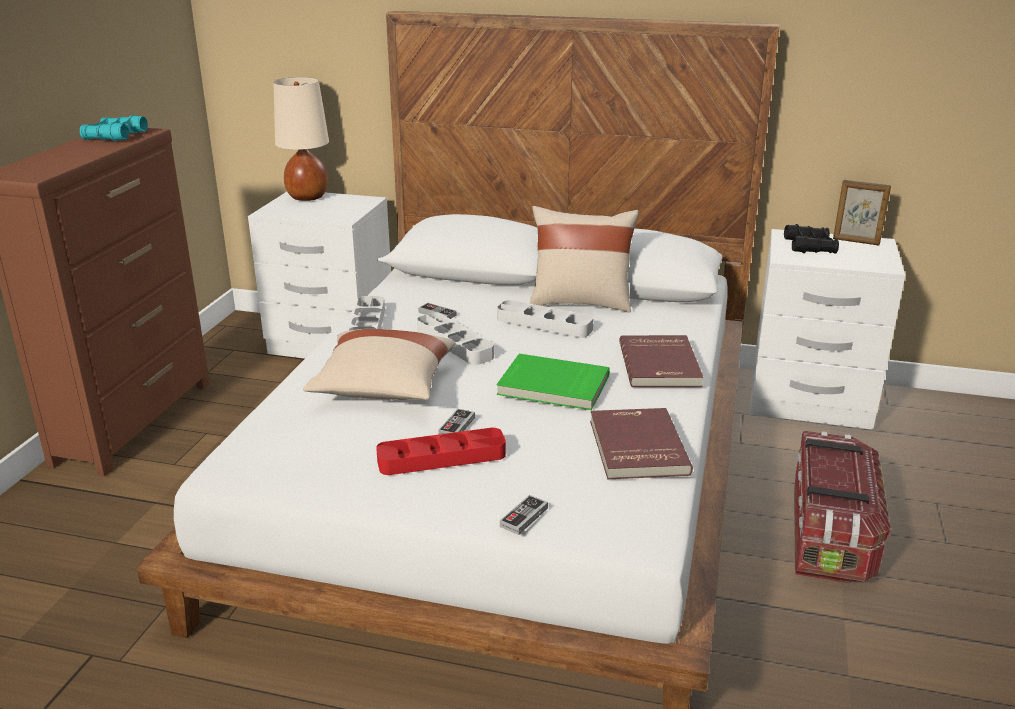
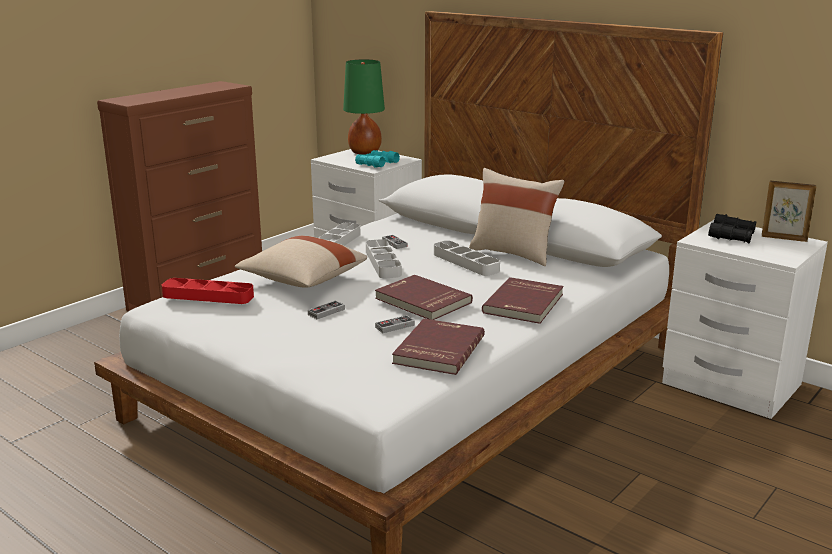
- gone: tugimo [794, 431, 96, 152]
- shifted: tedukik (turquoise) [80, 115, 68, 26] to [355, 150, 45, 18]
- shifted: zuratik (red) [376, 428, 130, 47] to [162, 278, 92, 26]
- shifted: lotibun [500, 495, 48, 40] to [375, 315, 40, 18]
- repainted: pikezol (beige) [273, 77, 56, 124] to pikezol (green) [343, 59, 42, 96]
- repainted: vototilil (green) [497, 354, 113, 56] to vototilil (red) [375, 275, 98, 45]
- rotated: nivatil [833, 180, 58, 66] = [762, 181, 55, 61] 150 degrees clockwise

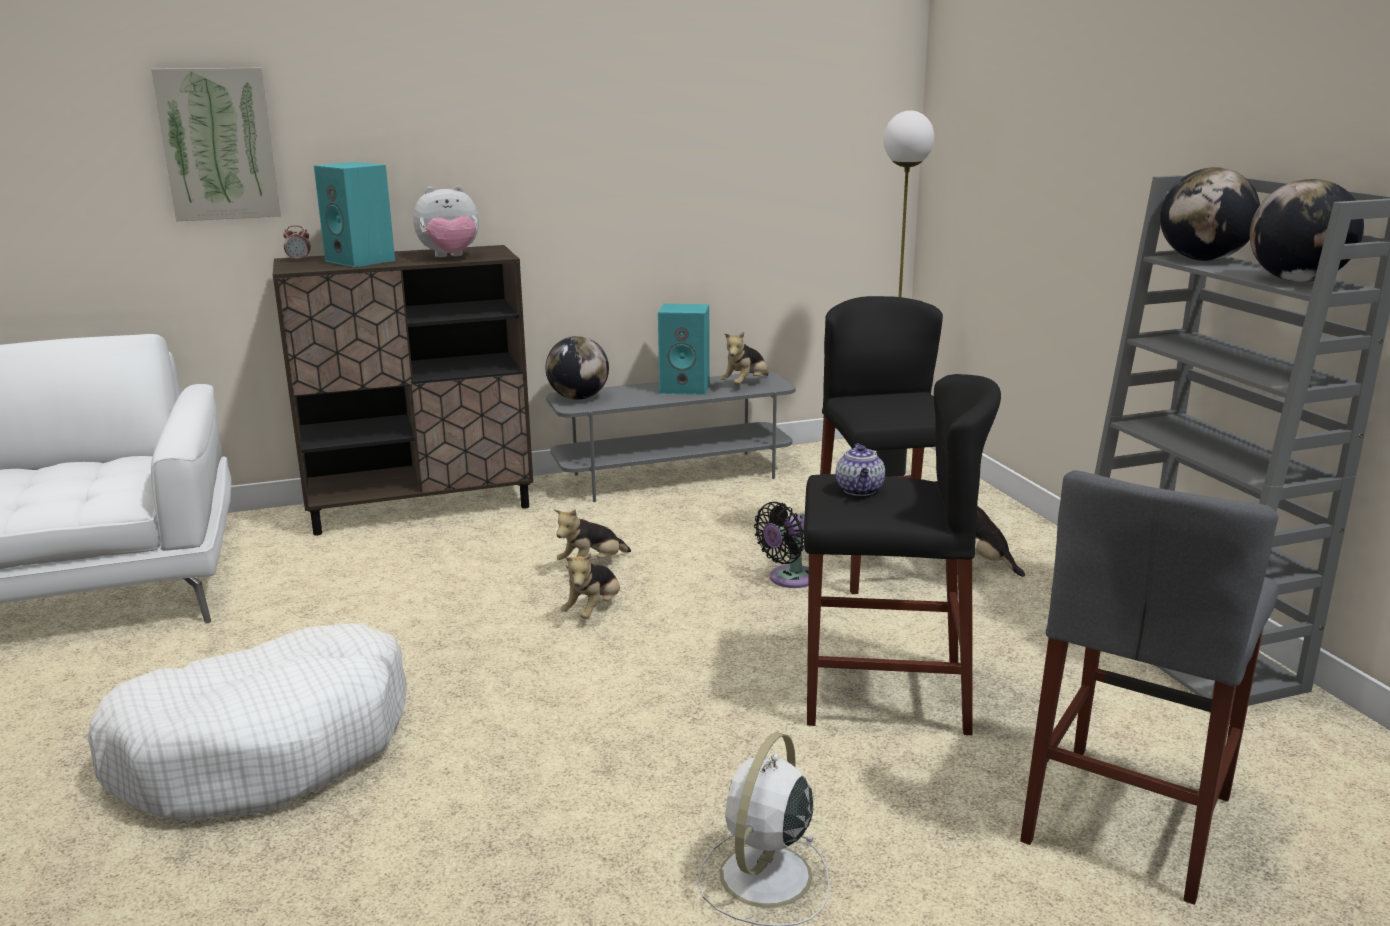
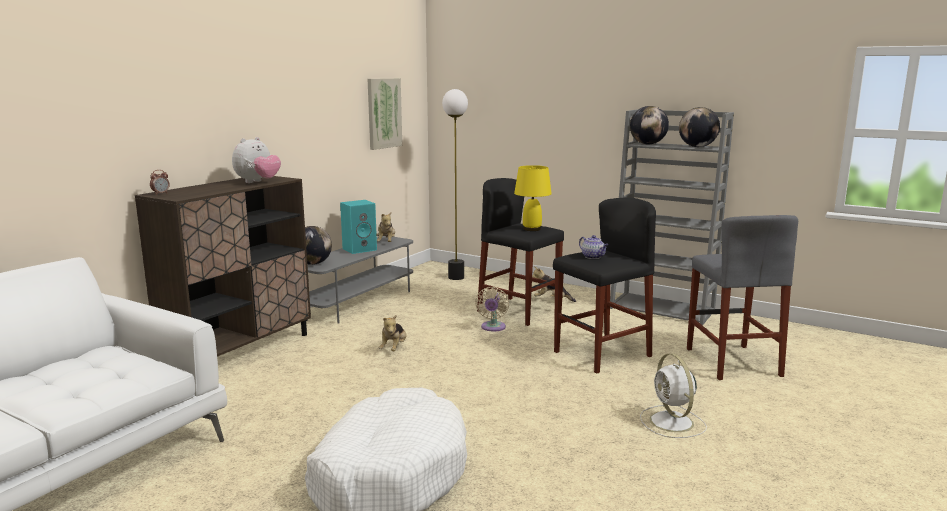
- gone: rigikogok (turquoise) [314, 162, 81, 105]
- gone: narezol [561, 552, 59, 67]
- new: pikezol (yellow) [514, 165, 38, 66]
- shifted: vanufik [151, 68, 130, 153] to [368, 78, 34, 72]
- repainted: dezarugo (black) [754, 502, 55, 86] to dezarugo (beige) [475, 287, 34, 45]

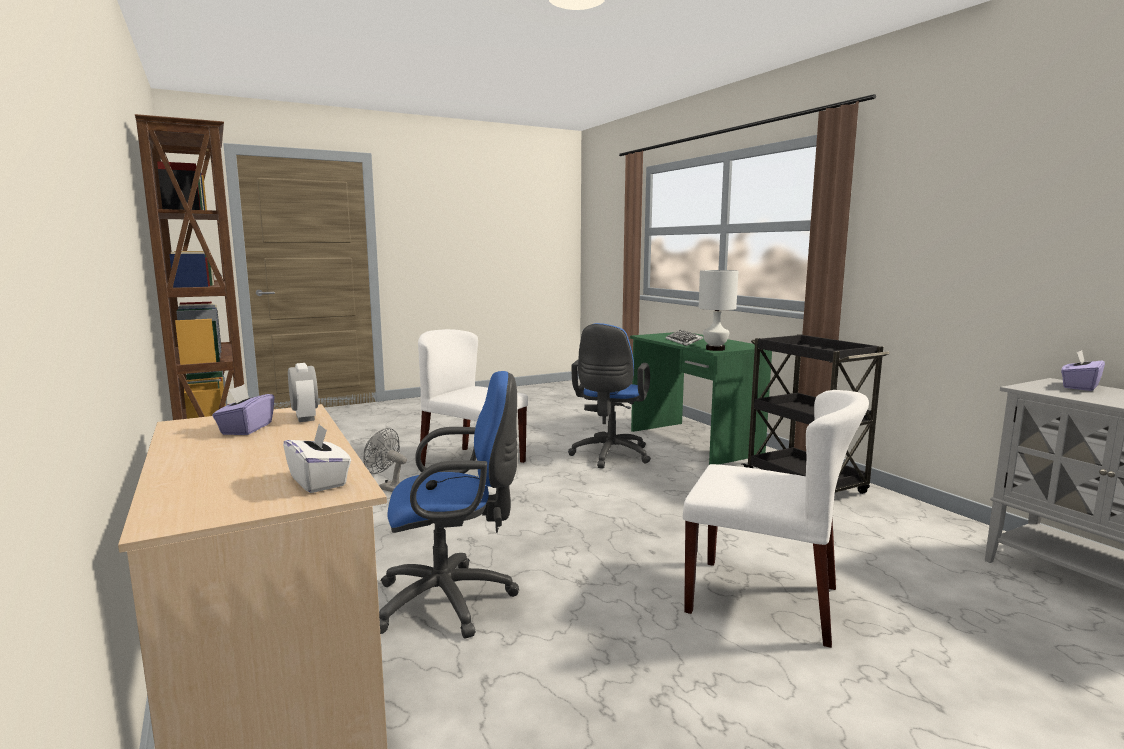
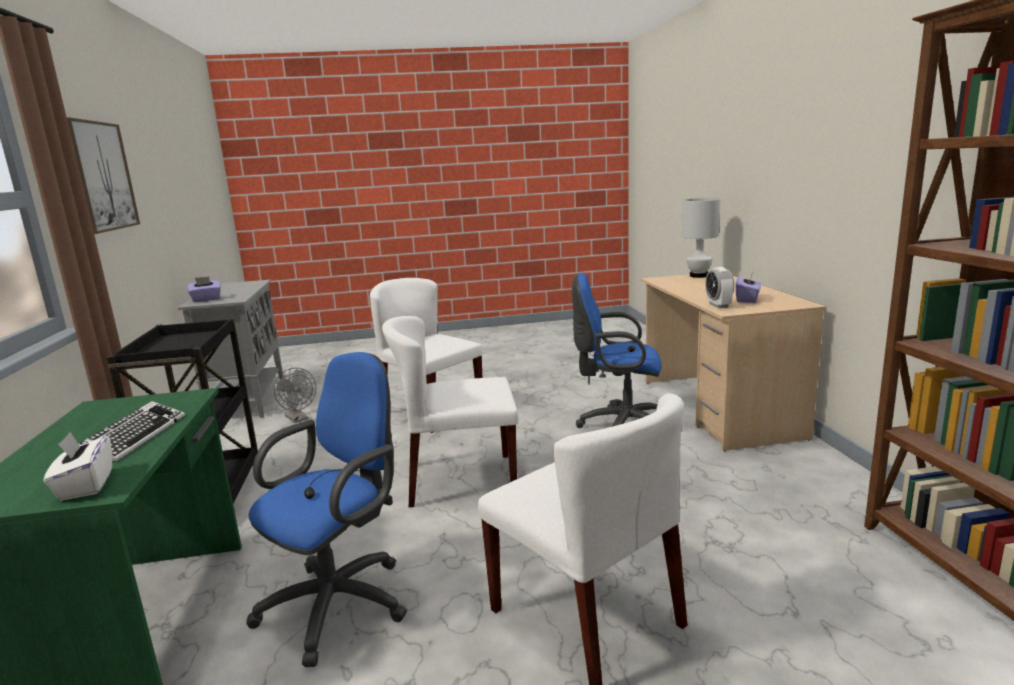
- new: vanufik [67, 117, 73, 117]
- new: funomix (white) [382, 316, 137, 192]
- shifted: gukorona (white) [283, 424, 68, 69] to [43, 432, 69, 69]
- shifted: dezarugo (grey) [364, 428, 43, 64] to [274, 368, 42, 55]
- shifted: pikezol (white) [699, 270, 39, 81] to [682, 198, 39, 80]

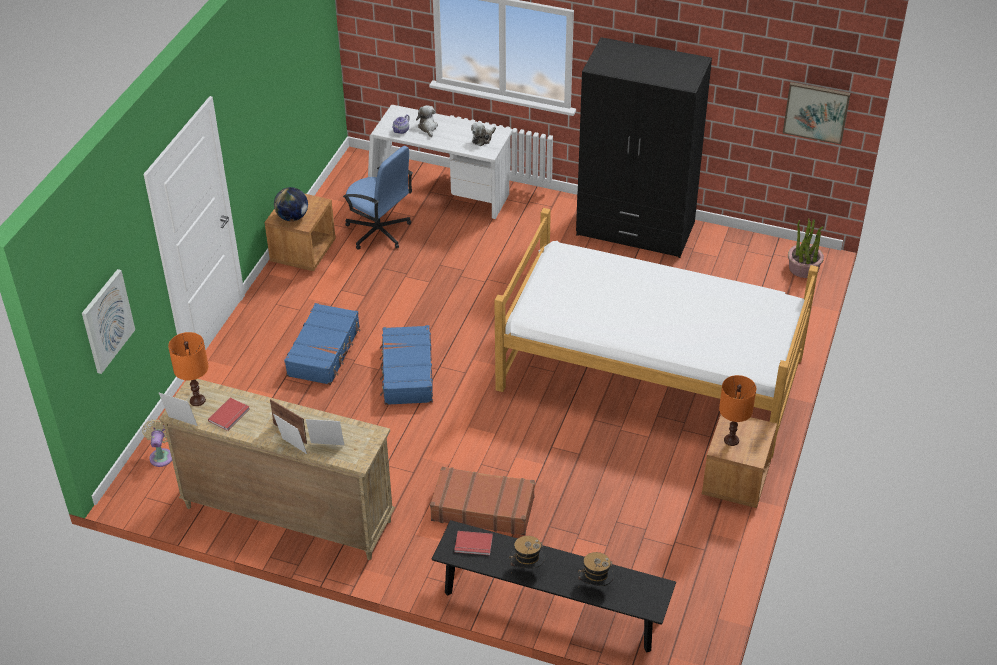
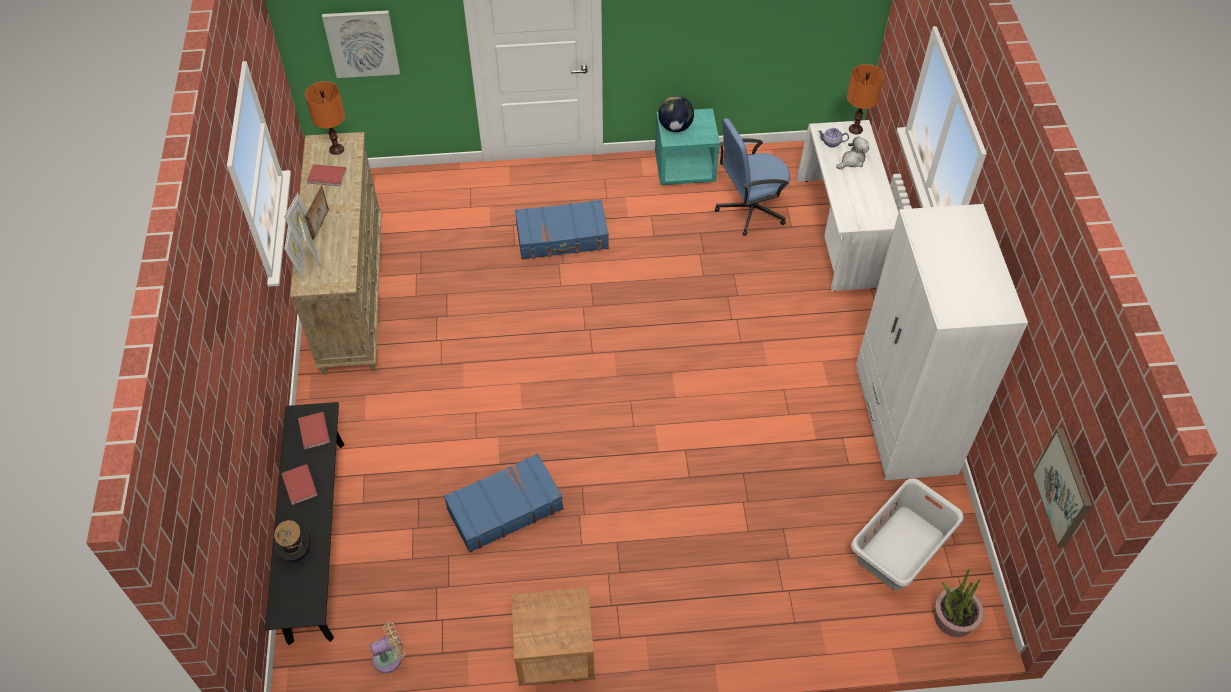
- gone: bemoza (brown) [430, 467, 105, 68]
- gone: narezol [471, 123, 25, 23]
- gone: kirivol [494, 208, 325, 251]
- new: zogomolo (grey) [851, 478, 113, 112]
- shifted: dezarugo (beige) [142, 419, 30, 48] to [370, 622, 35, 51]
- shifted: nivatil [159, 393, 39, 33] to [284, 224, 21, 52]
- shifted: bemoza (blue) [380, 325, 53, 80] to [444, 453, 120, 100]
- shifted: pikezol (orange) [719, 375, 37, 71] to [847, 64, 37, 70]
- swapped: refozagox [509, 536, 36, 32] to vototilil (red) [281, 464, 37, 41]
- repainted: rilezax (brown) [265, 194, 71, 77] to rilezax (turquoise) [655, 108, 65, 77]
- repainted: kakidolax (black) [576, 37, 136, 221] to kakidolax (white) [856, 204, 172, 276]
- rotated: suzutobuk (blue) [343, 146, 70, 104] = [715, 118, 75, 118] 60 degrees clockwise

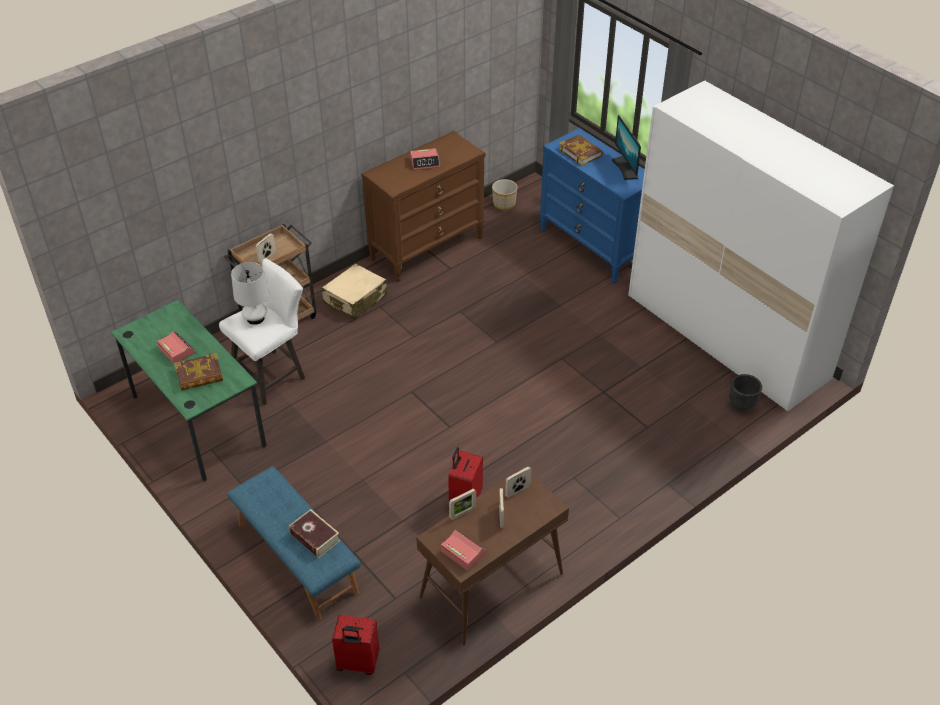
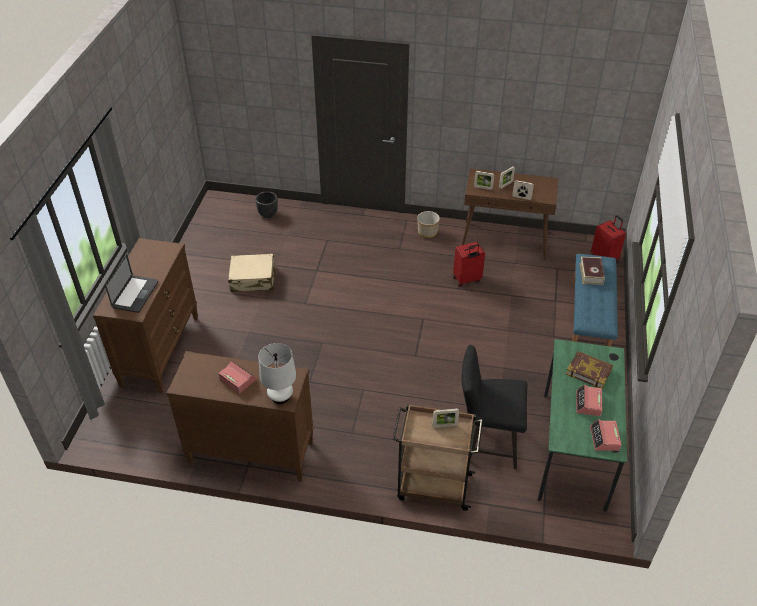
- gone: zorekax [612, 115, 29, 65]
- gone: kakidolax (white) [628, 81, 266, 330]
- shifted: pikezol (white) [231, 262, 38, 63] to [259, 343, 37, 61]
- shifted: bemoza (beige) [322, 264, 65, 55] to [228, 254, 49, 38]
- shifted: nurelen [441, 529, 46, 41] to [590, 419, 32, 32]
- shifted: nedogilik [492, 179, 26, 31] to [417, 211, 23, 27]
- swapped: vototilil [559, 135, 44, 31] to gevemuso [105, 255, 53, 58]
- repainted: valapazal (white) [219, 258, 86, 147] to valapazal (black) [461, 345, 67, 124]
- repainted: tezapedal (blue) [539, 128, 106, 156] to tezapedal (brown) [93, 238, 105, 155]

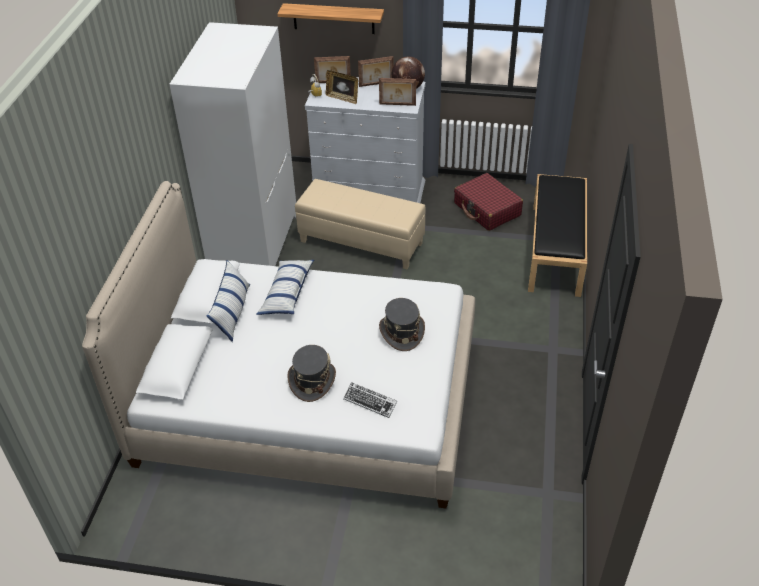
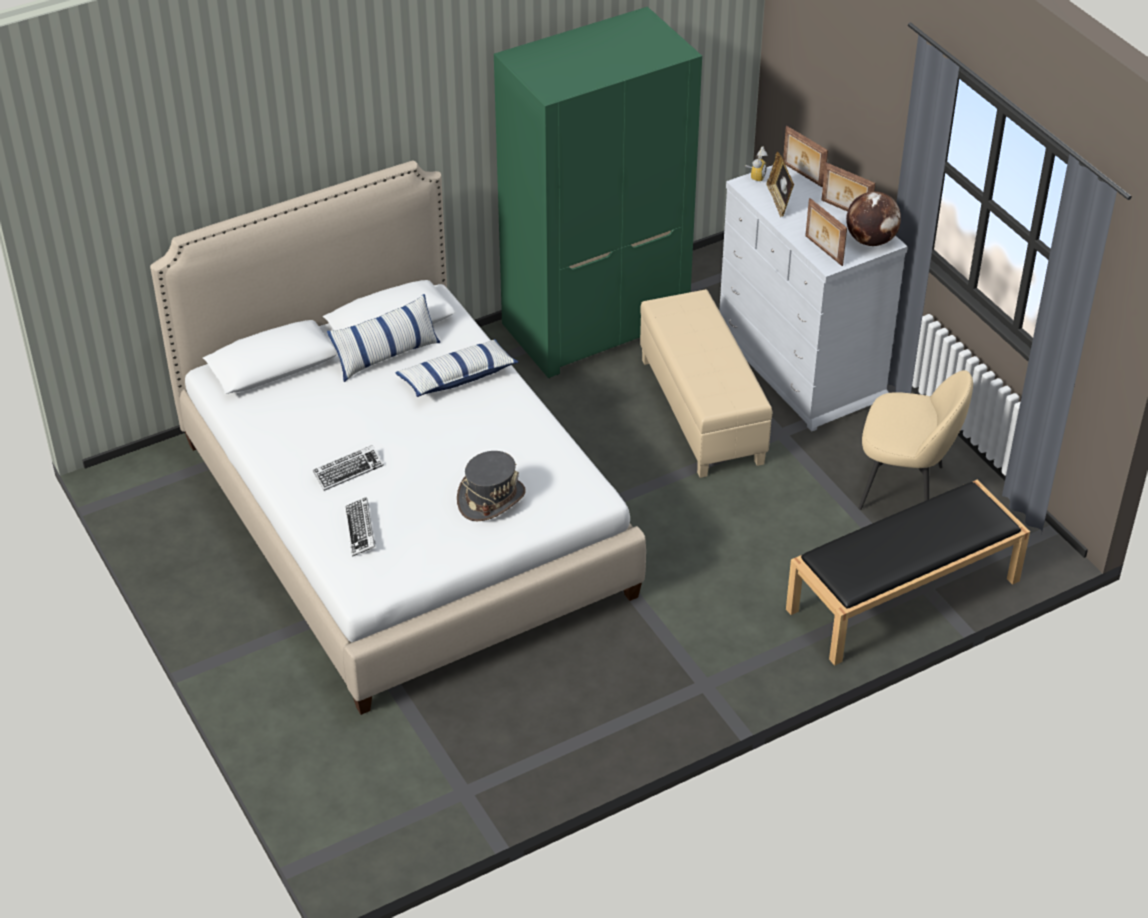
- gone: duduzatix [277, 3, 107, 31]
- swapped: refozagox (grey) [287, 345, 49, 57] to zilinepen [313, 445, 71, 46]
- swapped: bemoza (red) [454, 173, 69, 58] to funomix (beige) [858, 370, 115, 140]
- repainted: kakidolax (white) [169, 22, 127, 244] to kakidolax (green) [494, 7, 208, 371]

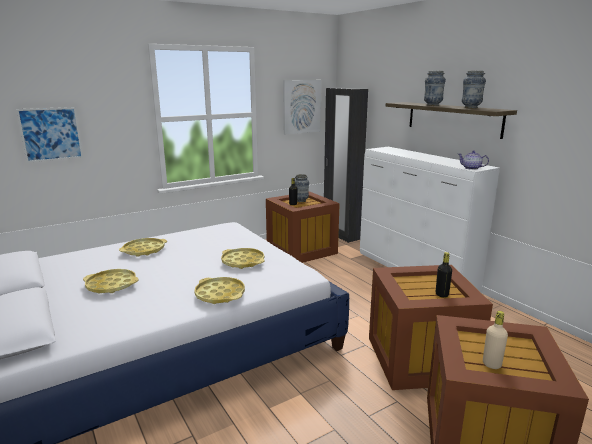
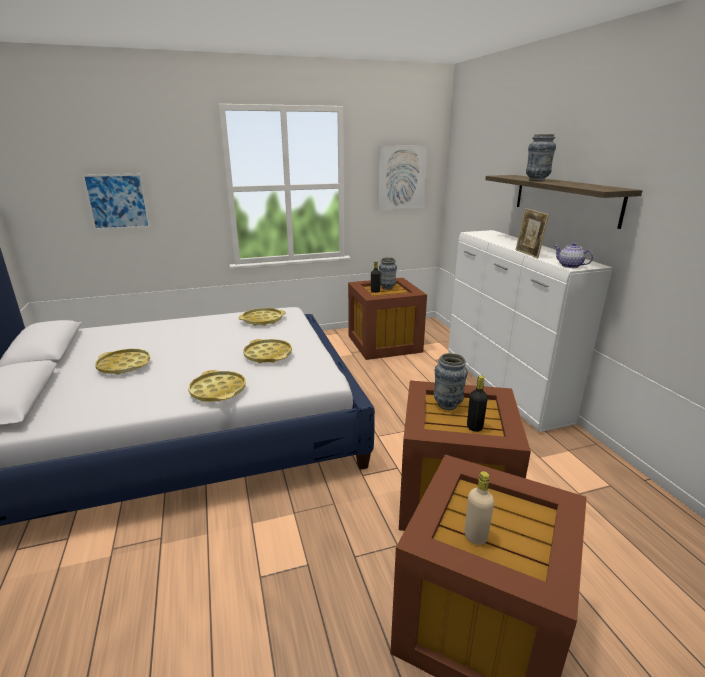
- gone: kakidolax (black) [324, 88, 44, 155]
- new: nivatil [516, 208, 33, 50]
- shifted: zuratik (yellow) [119, 238, 48, 19] to [238, 308, 48, 18]
- shifted: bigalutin [462, 71, 24, 37] to [434, 353, 34, 57]

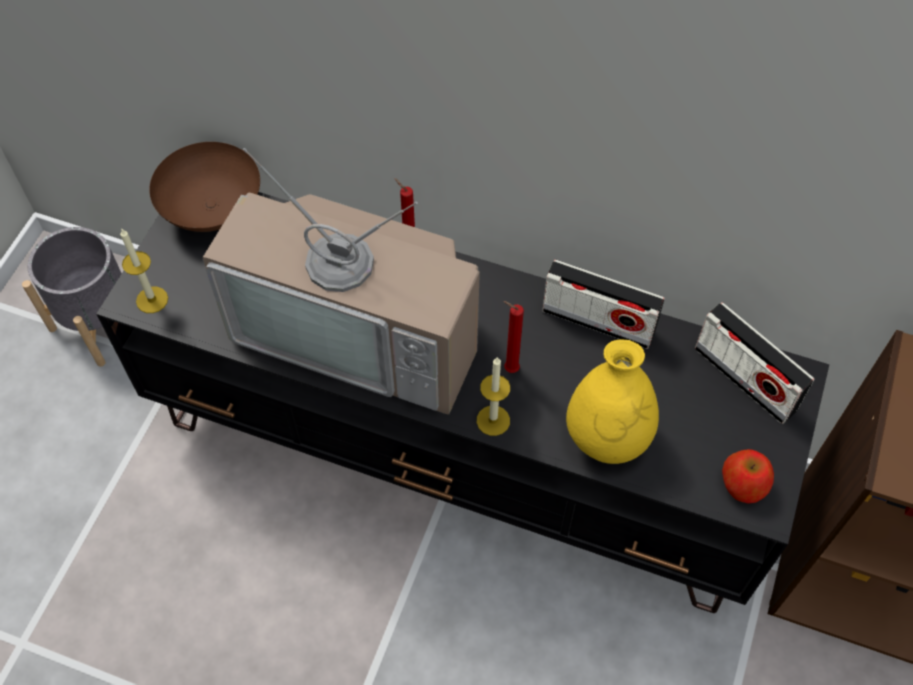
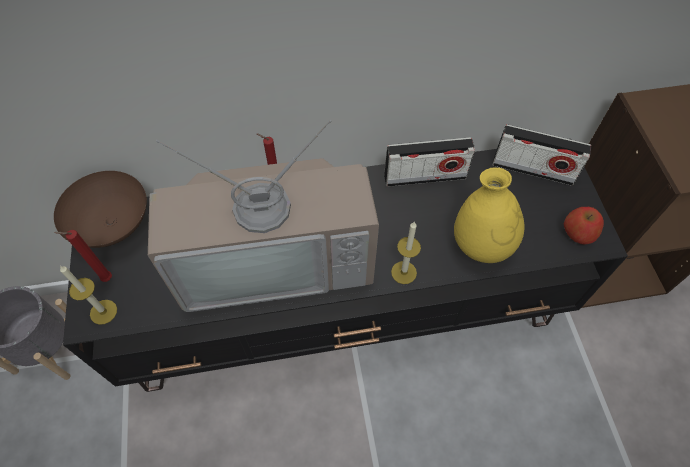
- shifted: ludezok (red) [503, 301, 21, 72] to [54, 230, 58, 52]

